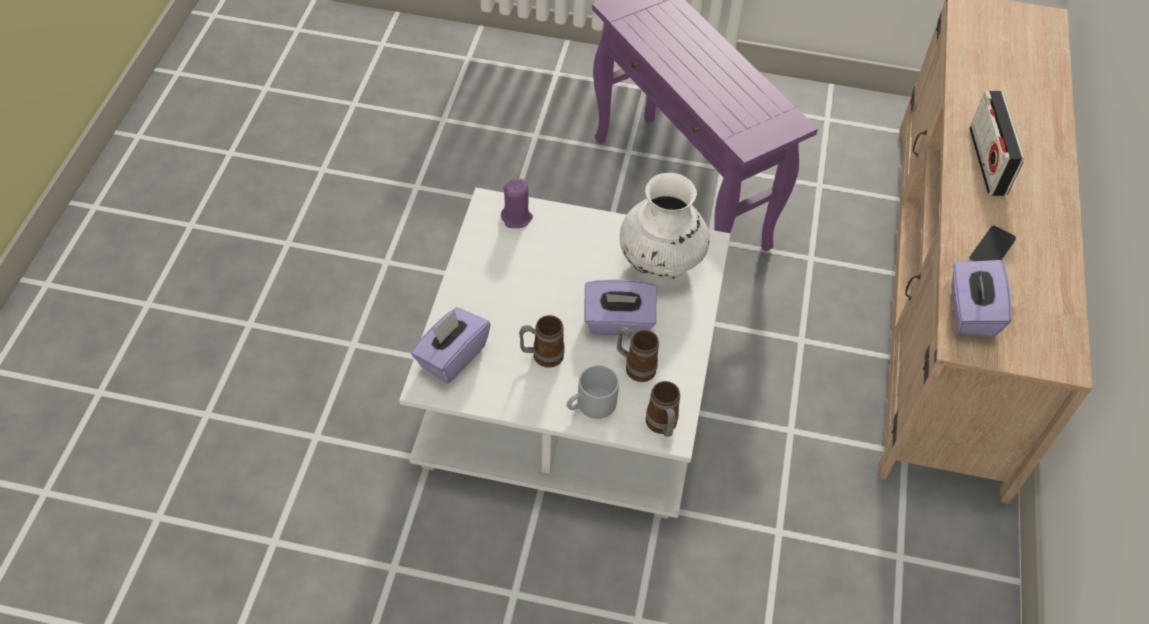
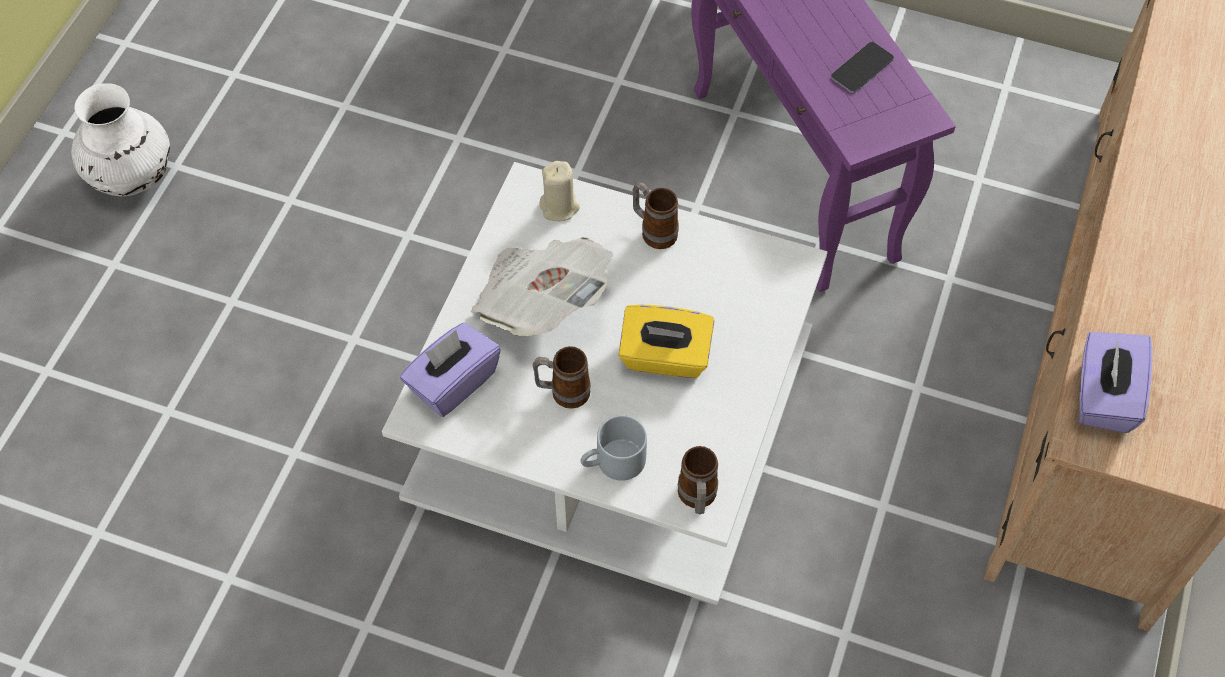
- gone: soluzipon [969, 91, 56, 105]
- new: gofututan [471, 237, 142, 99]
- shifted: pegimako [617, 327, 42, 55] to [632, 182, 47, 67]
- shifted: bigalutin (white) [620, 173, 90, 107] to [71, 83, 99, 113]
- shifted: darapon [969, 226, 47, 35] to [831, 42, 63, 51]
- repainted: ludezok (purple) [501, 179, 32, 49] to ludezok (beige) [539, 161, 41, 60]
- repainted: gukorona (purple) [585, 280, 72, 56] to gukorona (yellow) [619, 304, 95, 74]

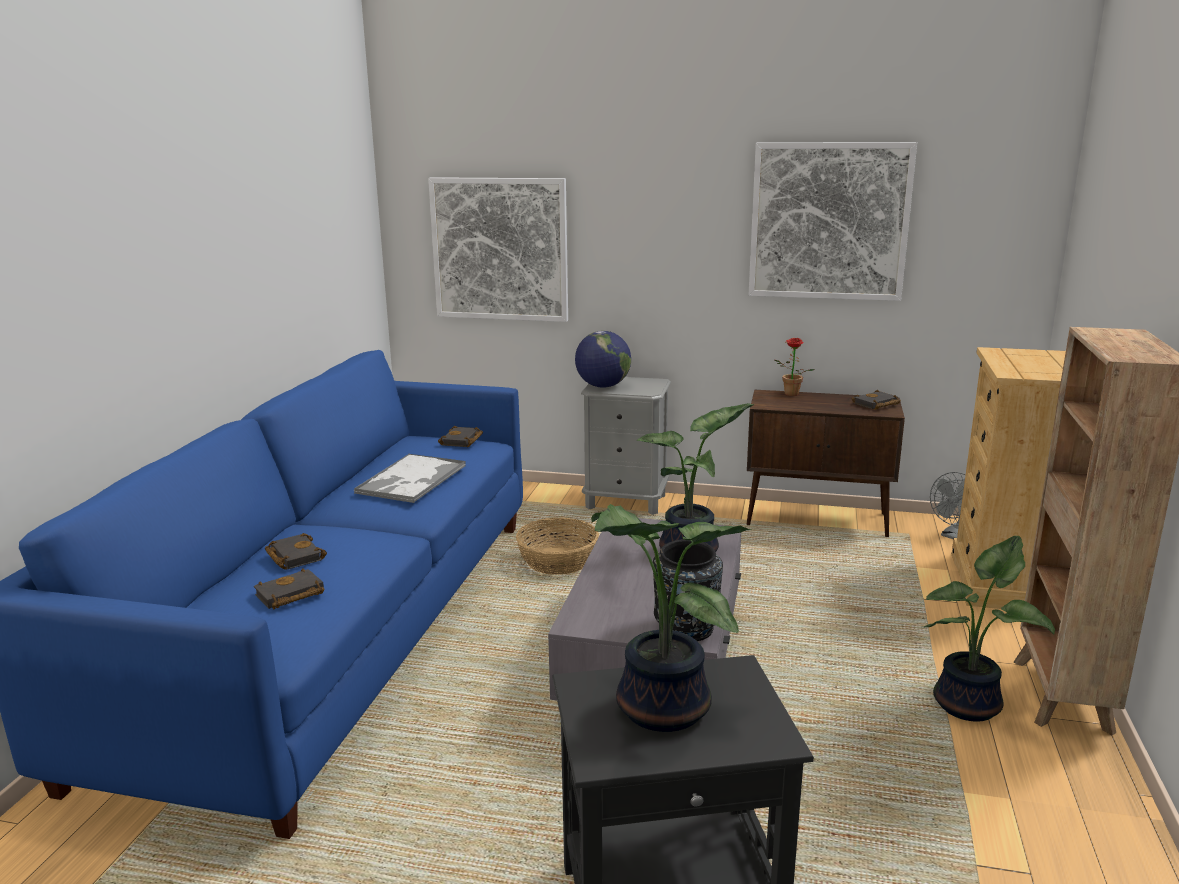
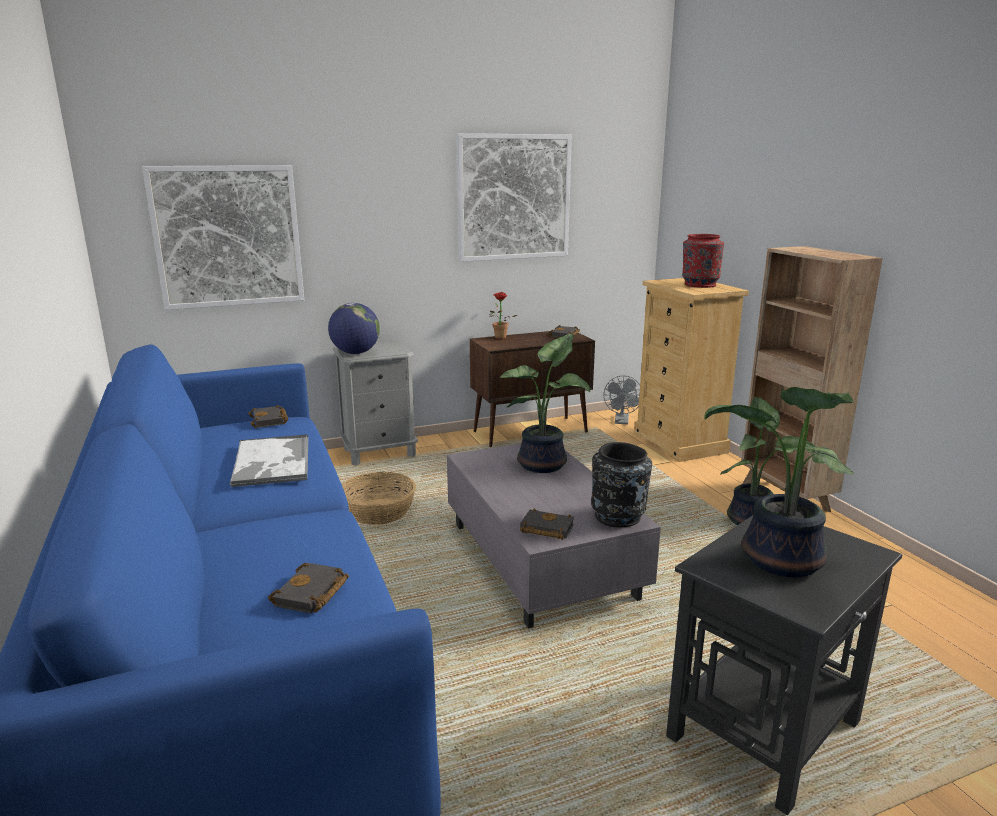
- new: bigalutin (red) [682, 234, 42, 54]
- shifted: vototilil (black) [265, 533, 62, 37] to [520, 508, 54, 32]

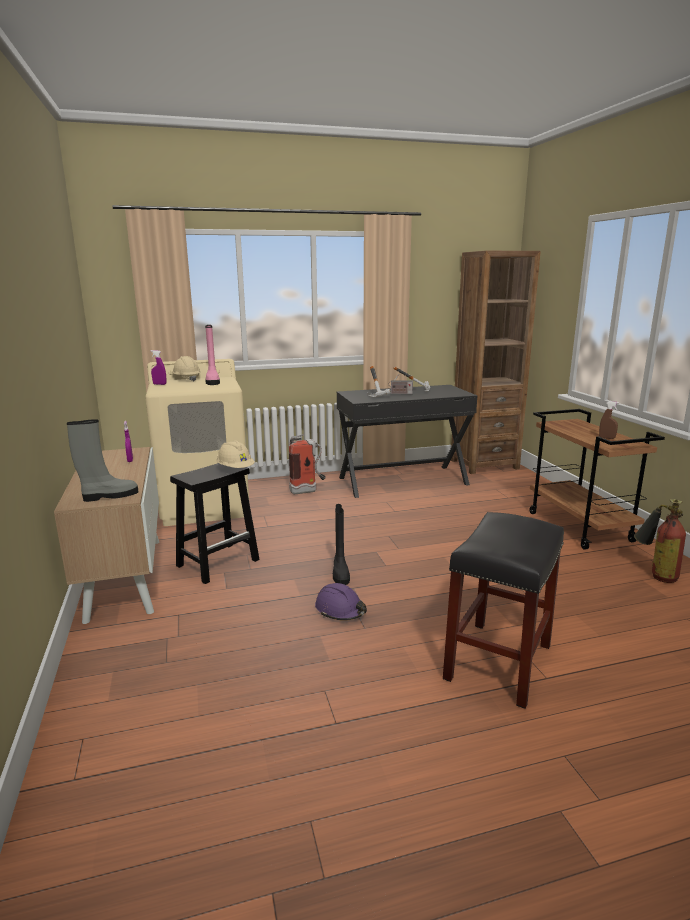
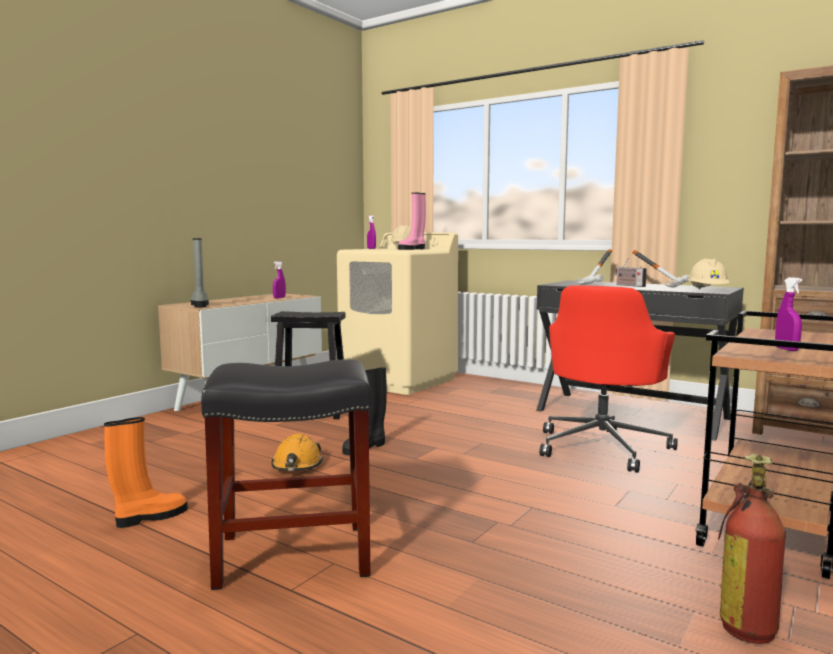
- gone: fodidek [289, 434, 37, 60]
- new: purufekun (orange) [104, 417, 84, 111]
- new: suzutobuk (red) [540, 285, 138, 188]
- shifted: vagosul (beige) [217, 440, 38, 28] to [688, 259, 42, 31]
- repainted: vagosul (purple) [315, 583, 52, 38] to vagosul (orange) [271, 434, 52, 37]
- repainted: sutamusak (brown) [599, 401, 20, 38] to sutamusak (purple) [775, 277, 27, 74]
- rotated: purufekun (grey) [67, 419, 72, 83] = [191, 238, 18, 70] 135 degrees counterclockwise

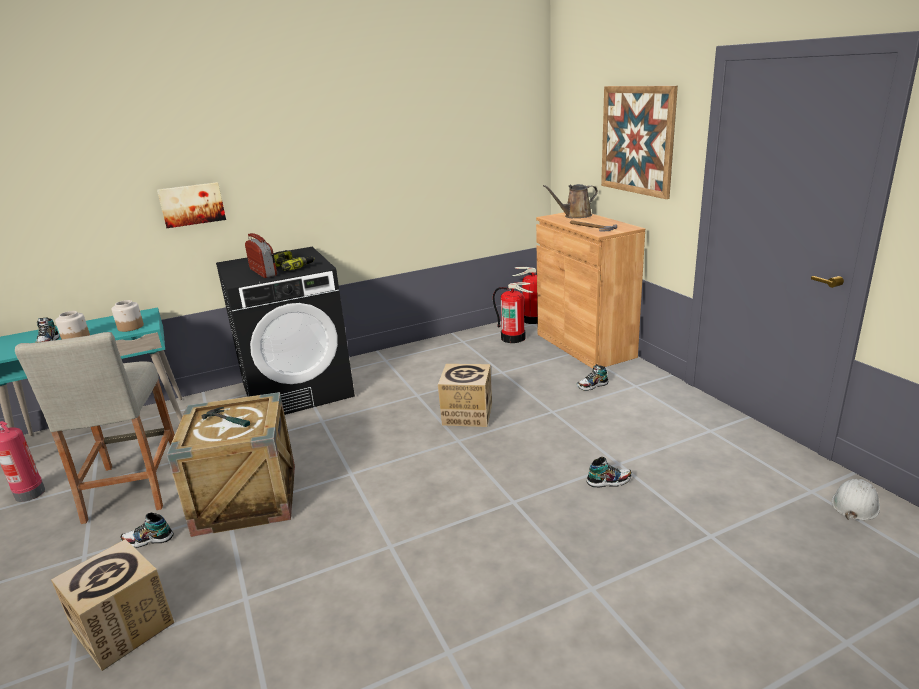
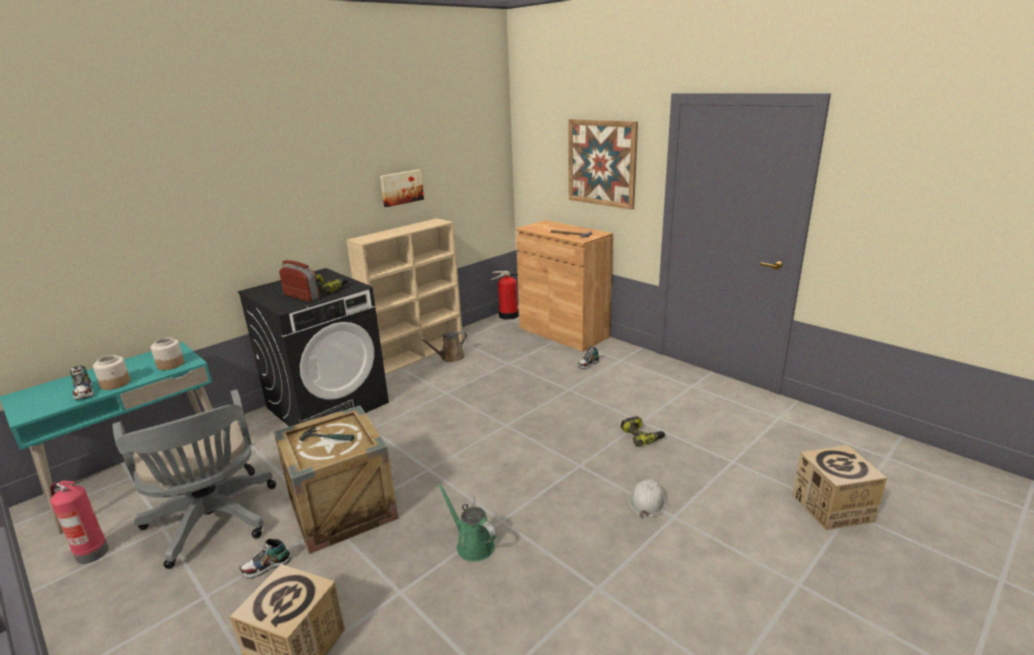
- gone: fodidek [493, 282, 40, 61]
- new: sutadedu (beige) [346, 218, 117, 157]
- new: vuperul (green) [437, 483, 59, 78]
- shifted: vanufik [157, 182, 69, 46] to [380, 170, 44, 37]
- shifted: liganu [438, 364, 54, 63] to [792, 445, 95, 85]
- shifted: vuperul (brown) [543, 184, 55, 34] to [420, 331, 47, 31]
- shifted: vagosul (white) [832, 479, 48, 41] to [629, 479, 36, 39]
- swapped: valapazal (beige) [15, 332, 160, 192] to suzutobuk (grey) [113, 389, 163, 180]
- swapped: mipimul [586, 457, 46, 30] to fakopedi [621, 416, 44, 30]

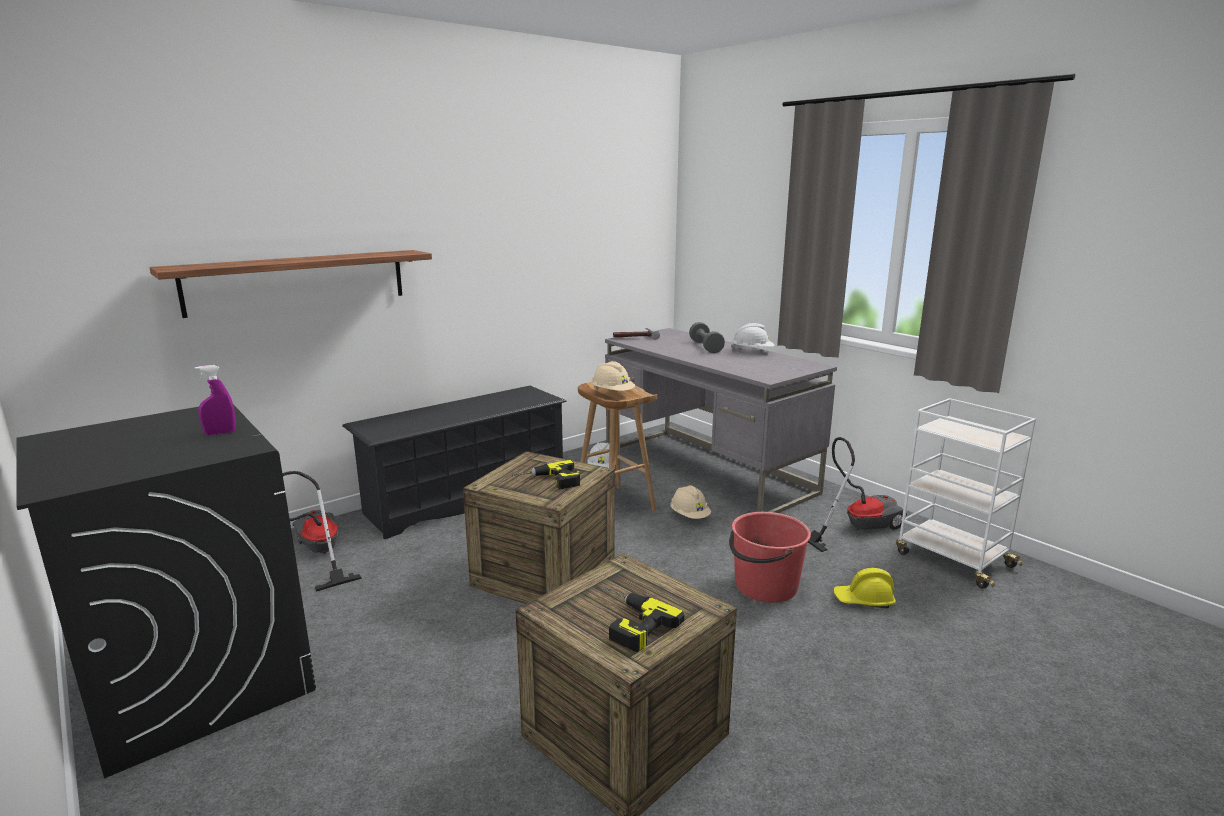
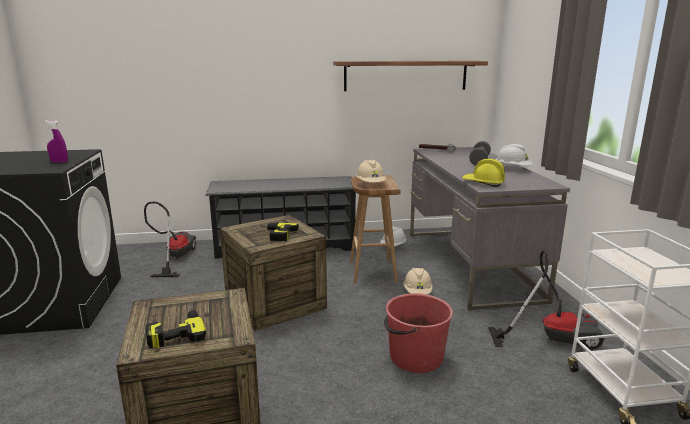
- shifted: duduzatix [150, 250, 282, 68] to [333, 61, 155, 30]
- shifted: vagosul (yellow) [834, 568, 62, 41] to [462, 159, 43, 28]

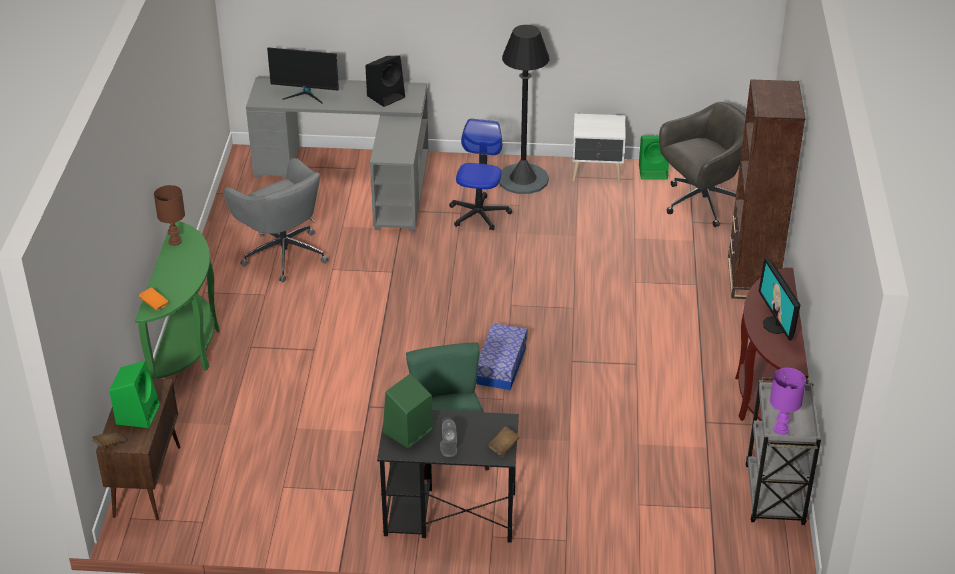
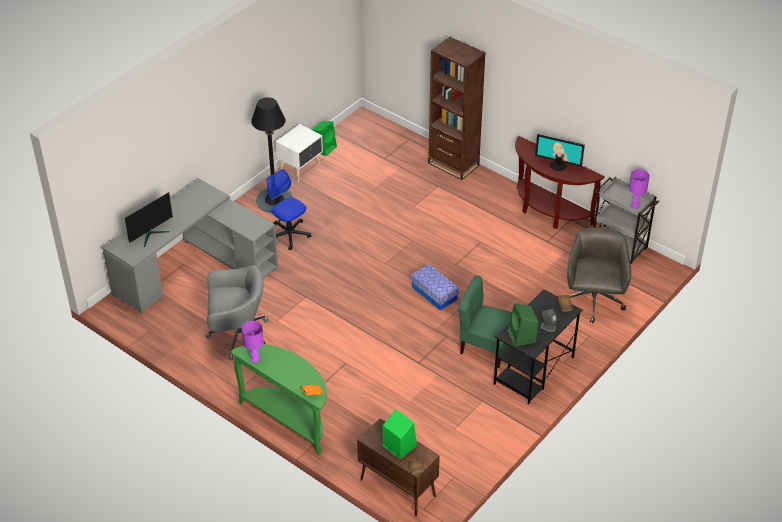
- gone: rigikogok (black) [365, 55, 40, 52]
- shifted: suzutobuk (grey) [659, 102, 87, 125] to [567, 228, 65, 95]
- repainted: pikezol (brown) [154, 185, 31, 61] to pikezol (purple) [241, 321, 23, 42]

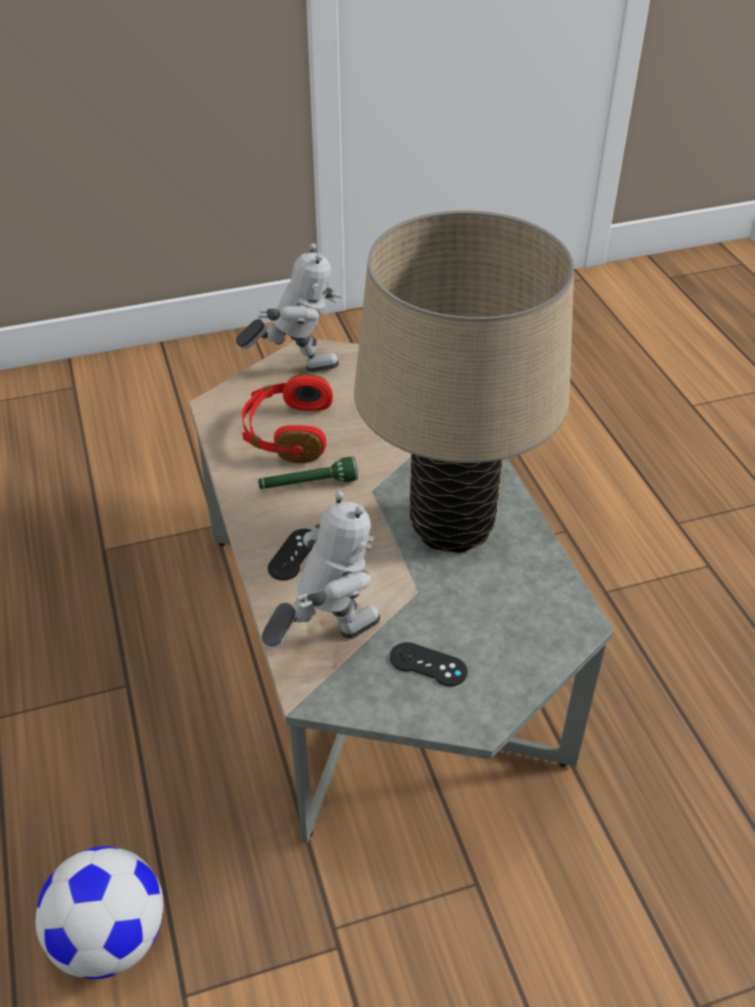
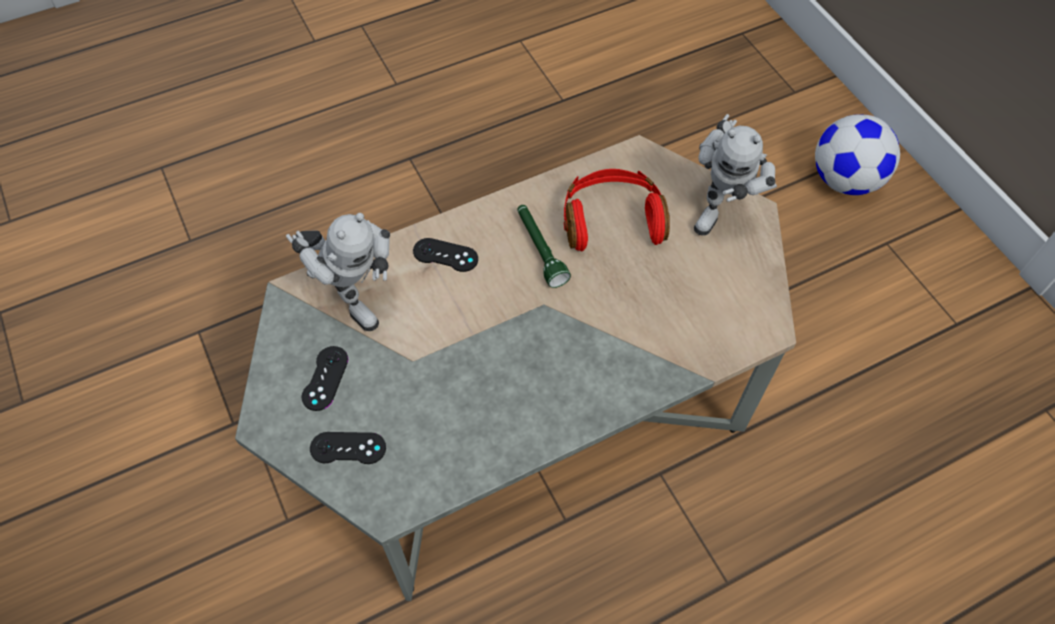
- gone: pikezol (beige) [354, 210, 220, 343]
- new: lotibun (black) [310, 432, 76, 32]
- shifted: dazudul [35, 846, 128, 133] to [815, 114, 85, 81]
- rotated: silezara [236, 243, 106, 129] = [694, 114, 83, 121] 45 degrees clockwise

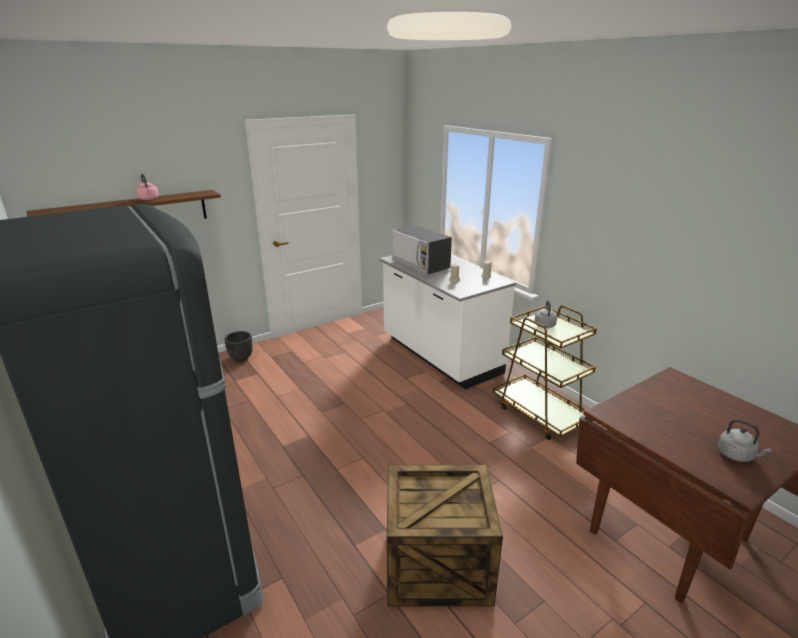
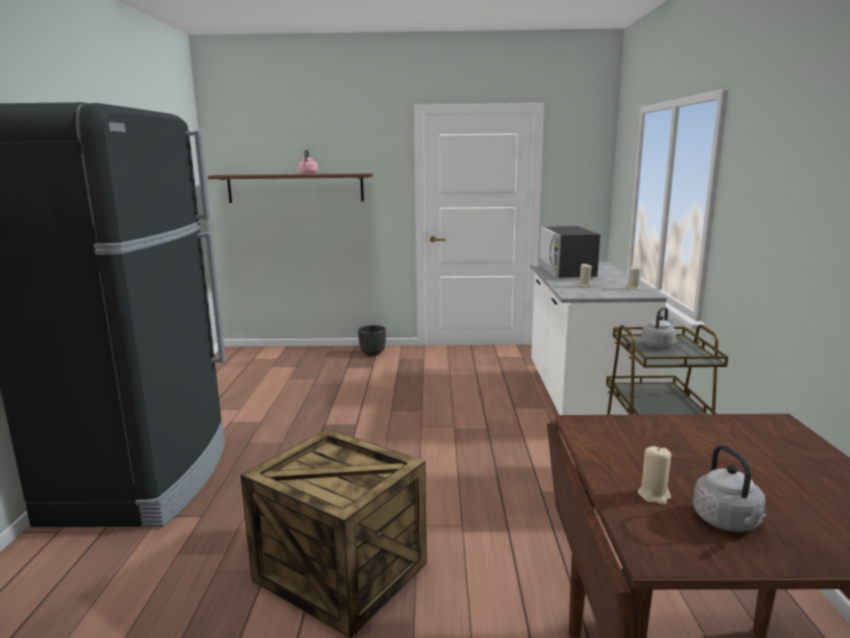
- new: ludezok (beige) [638, 446, 33, 59]

